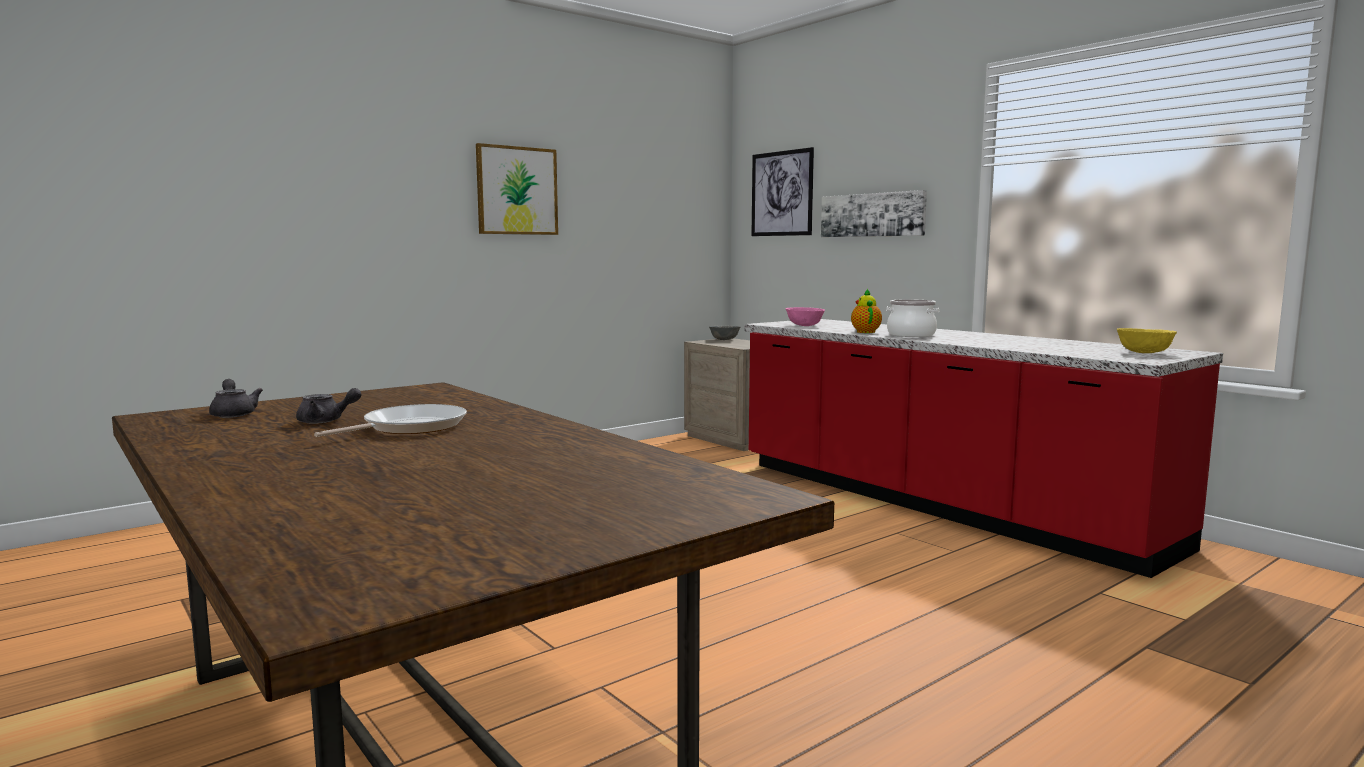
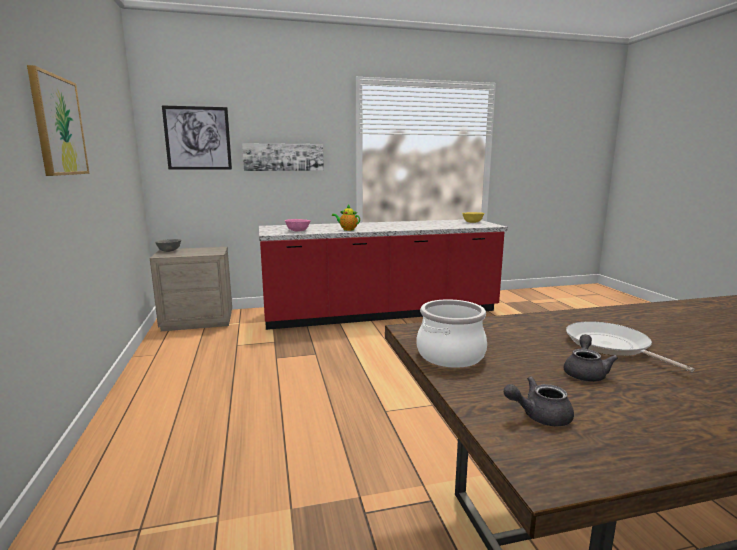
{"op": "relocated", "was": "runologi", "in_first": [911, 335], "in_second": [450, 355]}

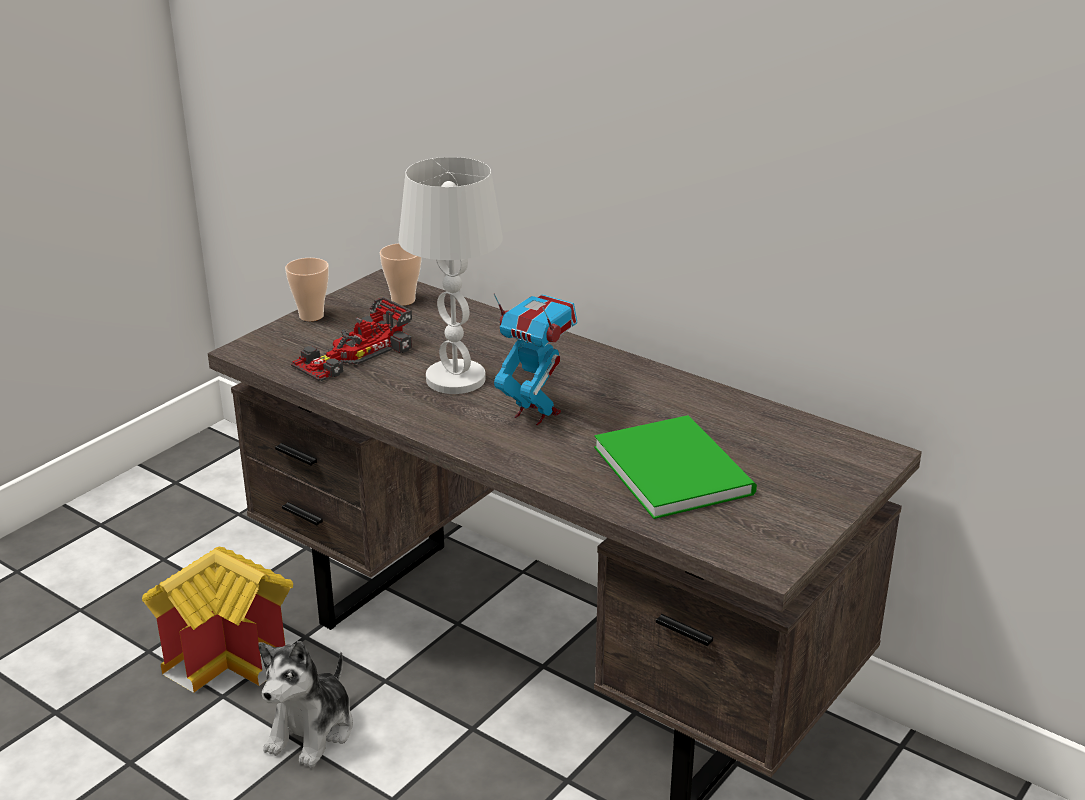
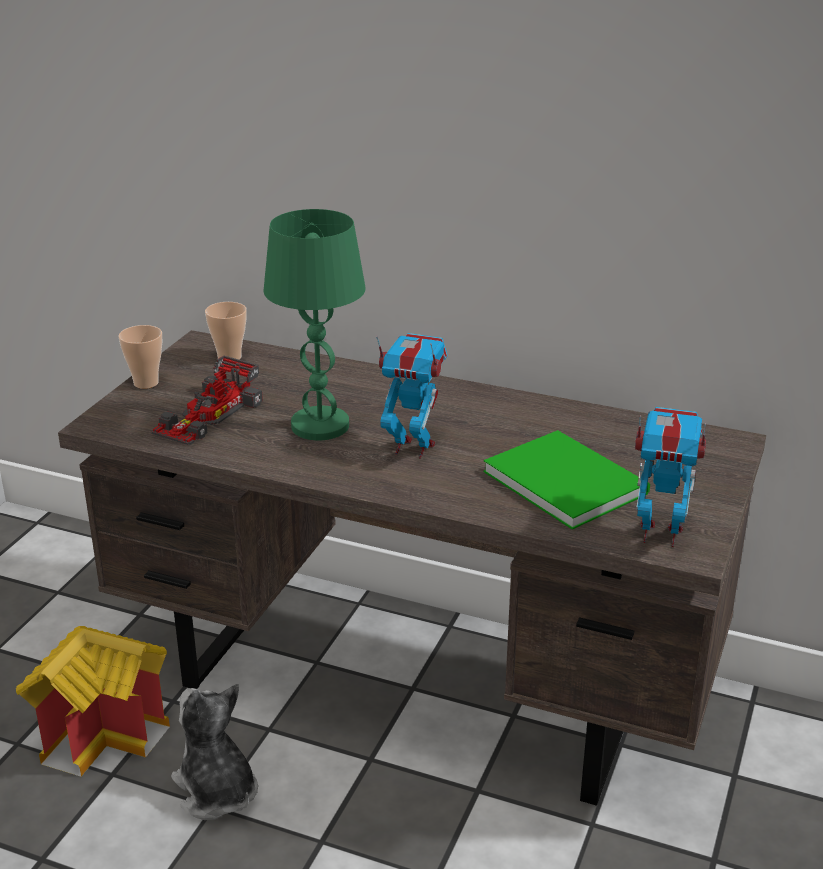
{"op": "colour", "was": "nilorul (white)", "now": "nilorul (green)", "in_first": [455, 379], "in_second": [319, 426]}
{"op": "spun", "was": "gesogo", "in_first": [312, 731], "in_second": [216, 791], "clockwise": 135}
{"op": "appeared", "now": "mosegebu", "in_second": [659, 533]}

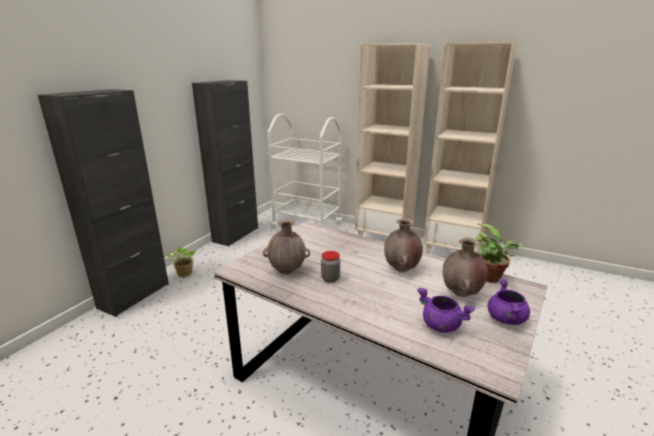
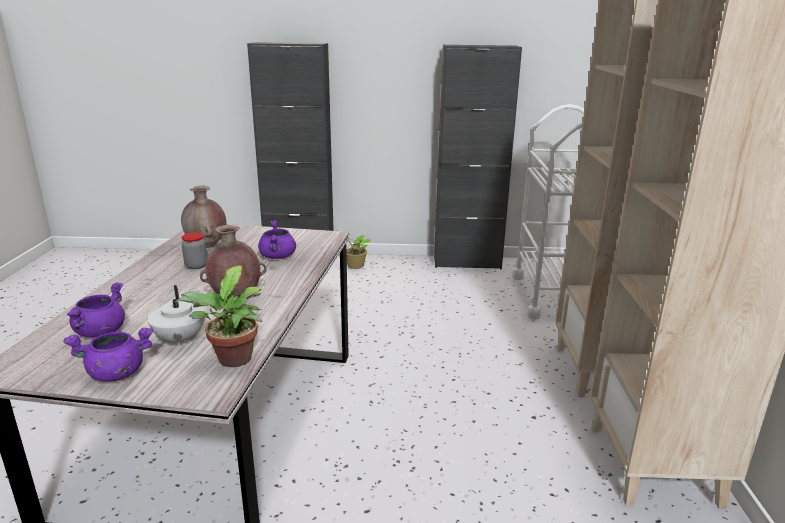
{"op": "exchanged", "was": "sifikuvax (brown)", "now": "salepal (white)", "in_first": [461, 293], "in_second": [179, 340]}
{"op": "appeared", "now": "runologi (purple)", "in_second": [278, 257]}

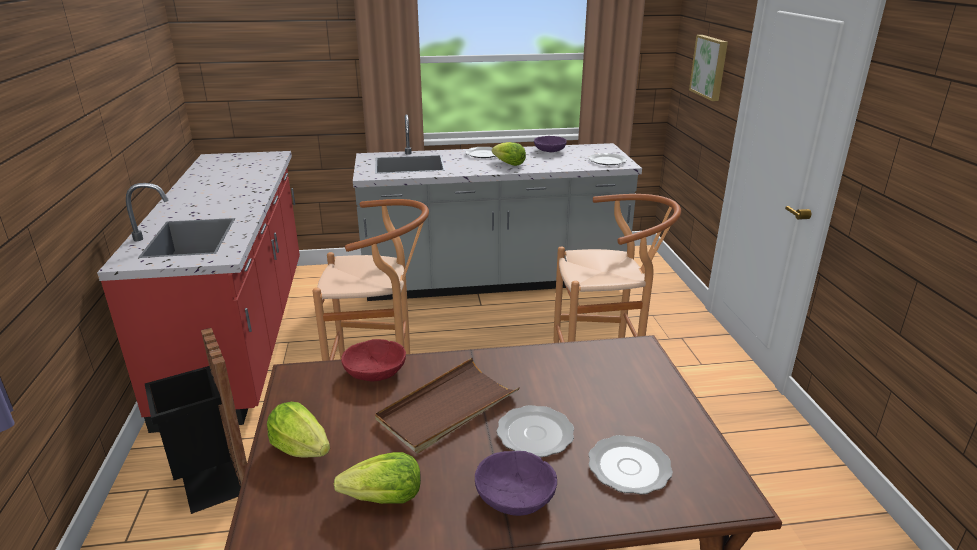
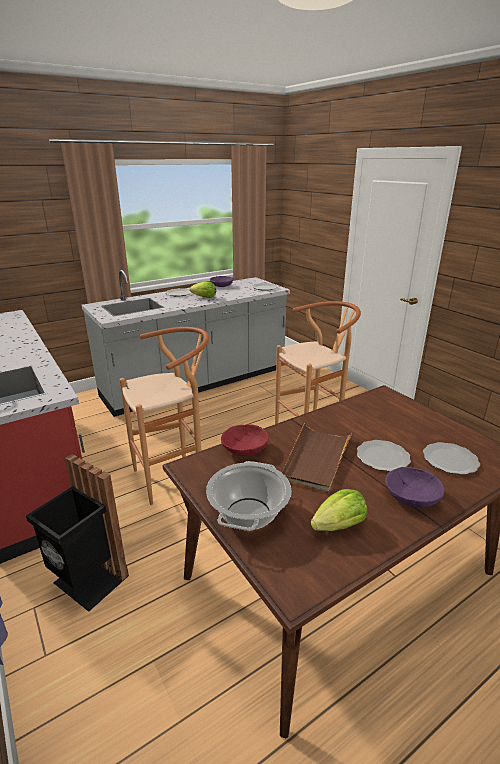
{"op": "missing", "was": "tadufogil", "in_first": [710, 67]}
{"op": "exchanged", "was": "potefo", "now": "runologi", "in_first": [301, 448], "in_second": [248, 513]}

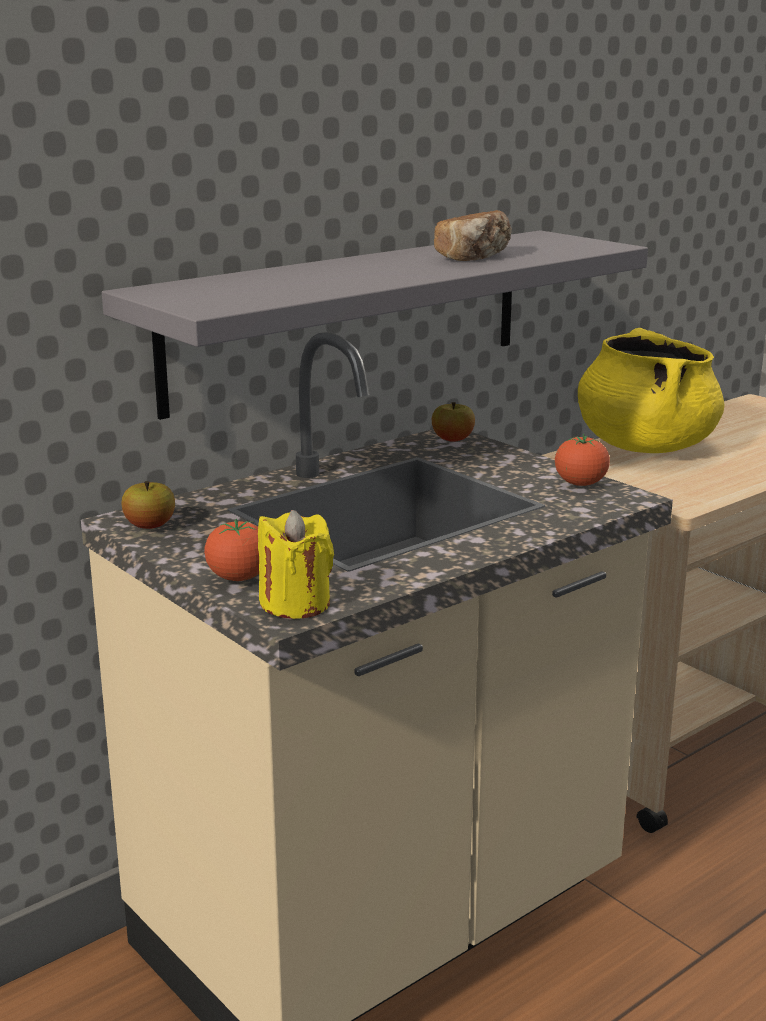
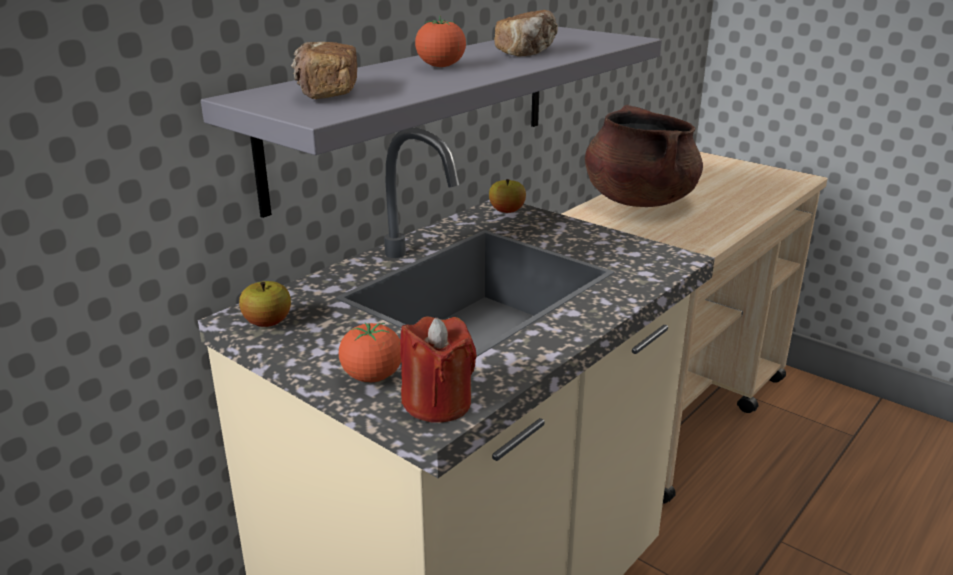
{"op": "colour", "was": "runologi (yellow)", "now": "runologi (brown)", "in_first": [645, 446], "in_second": [638, 200]}
{"op": "relocated", "was": "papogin", "in_first": [580, 484], "in_second": [441, 67]}
{"op": "colour", "was": "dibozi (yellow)", "now": "dibozi (red)", "in_first": [295, 604], "in_second": [437, 403]}
{"op": "appeared", "now": "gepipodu", "in_second": [326, 93]}

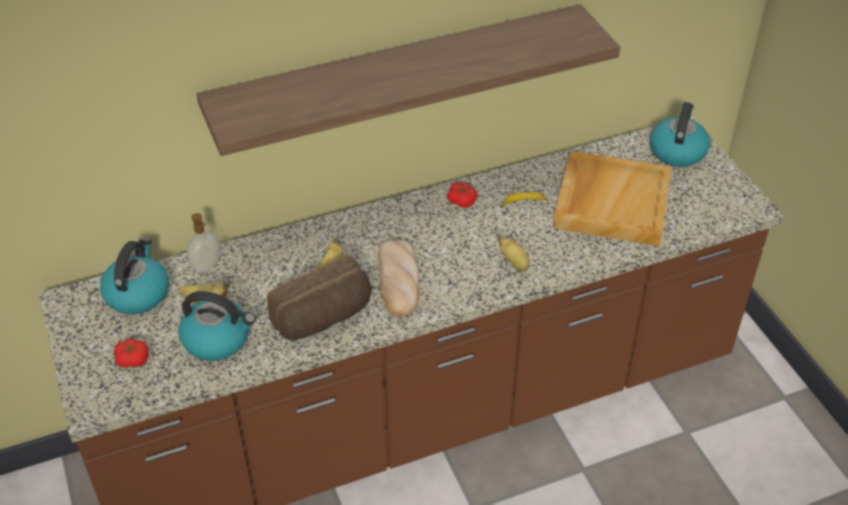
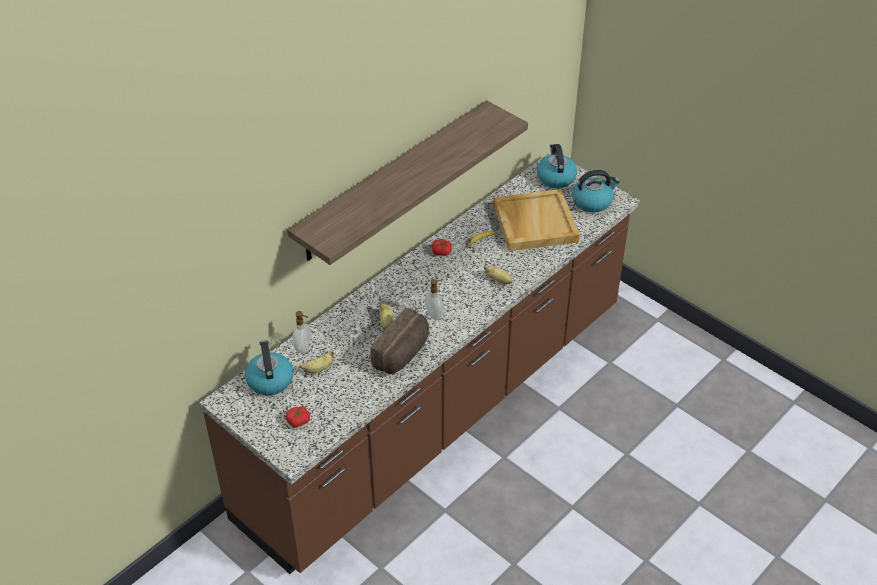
{"op": "exchanged", "was": "gepipodu", "now": "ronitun", "in_first": [399, 280], "in_second": [434, 315]}
{"op": "relocated", "was": "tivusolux", "in_first": [218, 339], "in_second": [592, 201]}

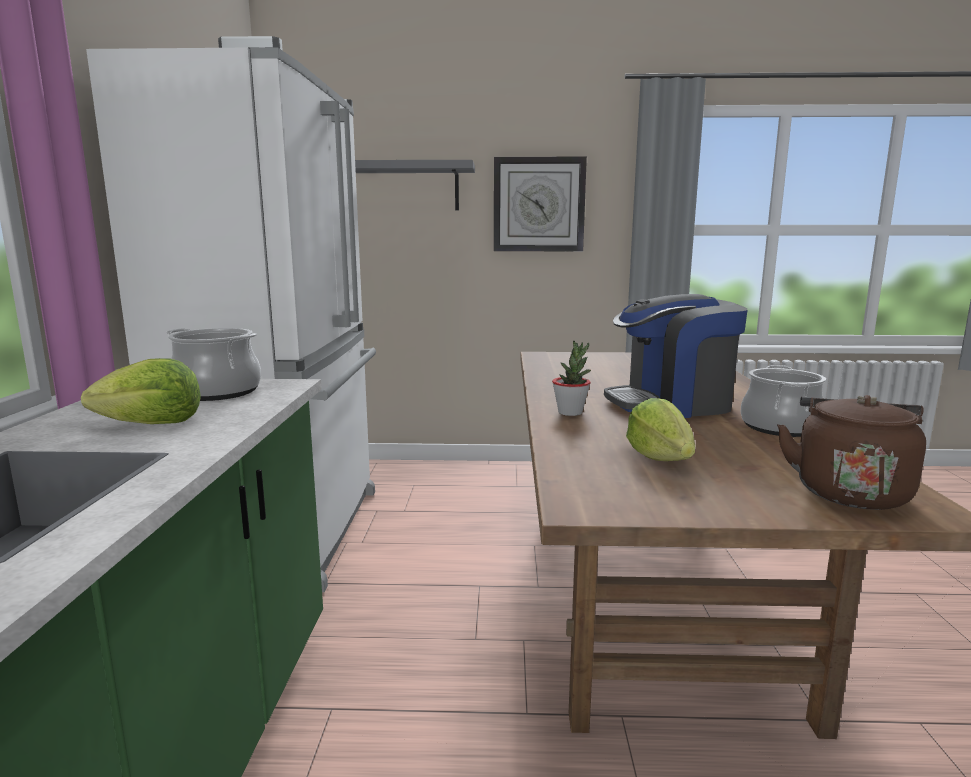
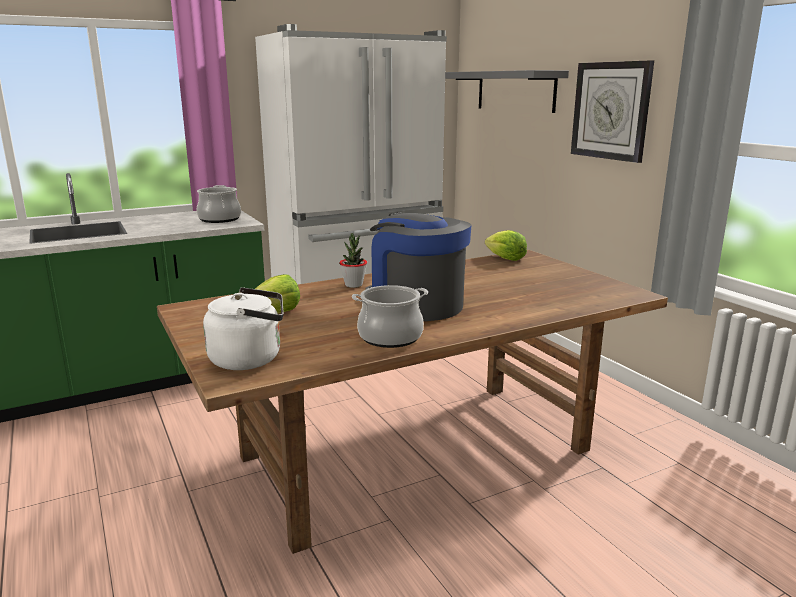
{"op": "relocated", "was": "potefo", "in_first": [152, 424], "in_second": [505, 258]}
{"op": "colour", "was": "tivusolux (brown)", "now": "tivusolux (white)", "in_first": [848, 491], "in_second": [250, 359]}

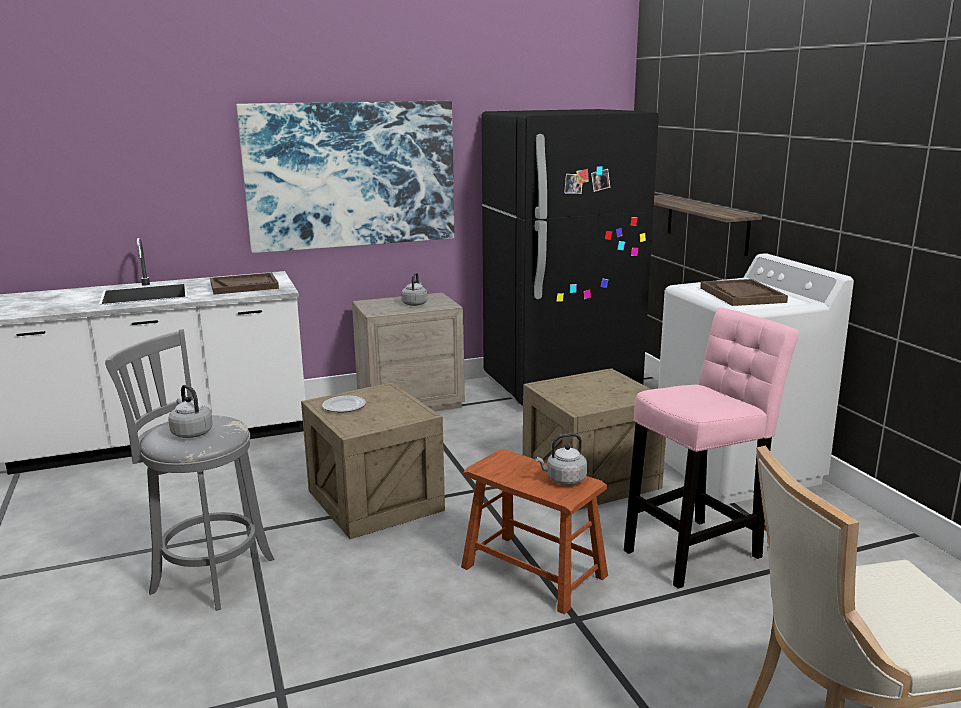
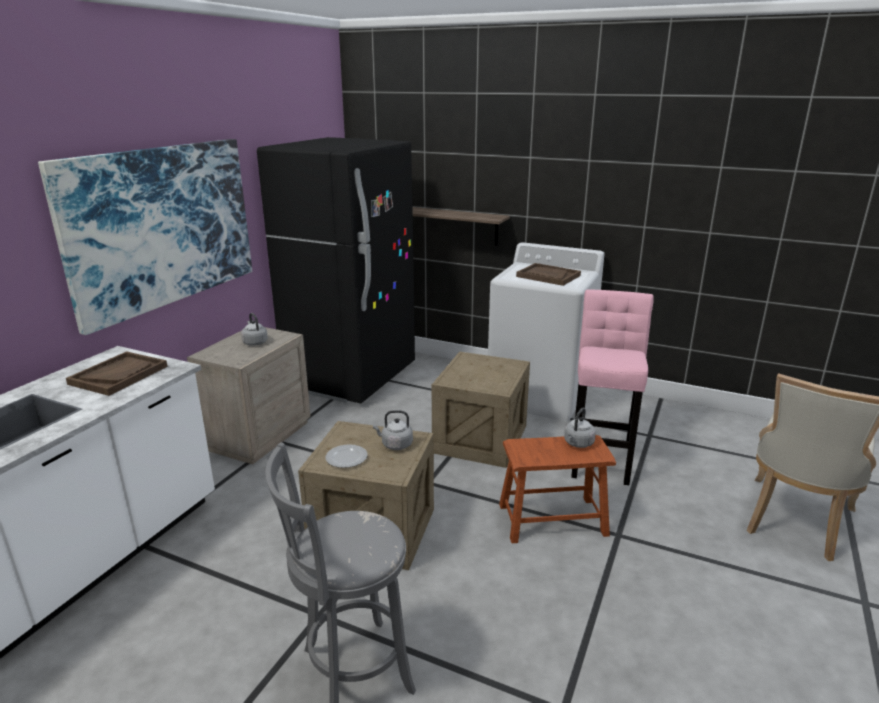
{"op": "relocated", "was": "tivusolux (grey)", "in_first": [191, 432], "in_second": [395, 445]}

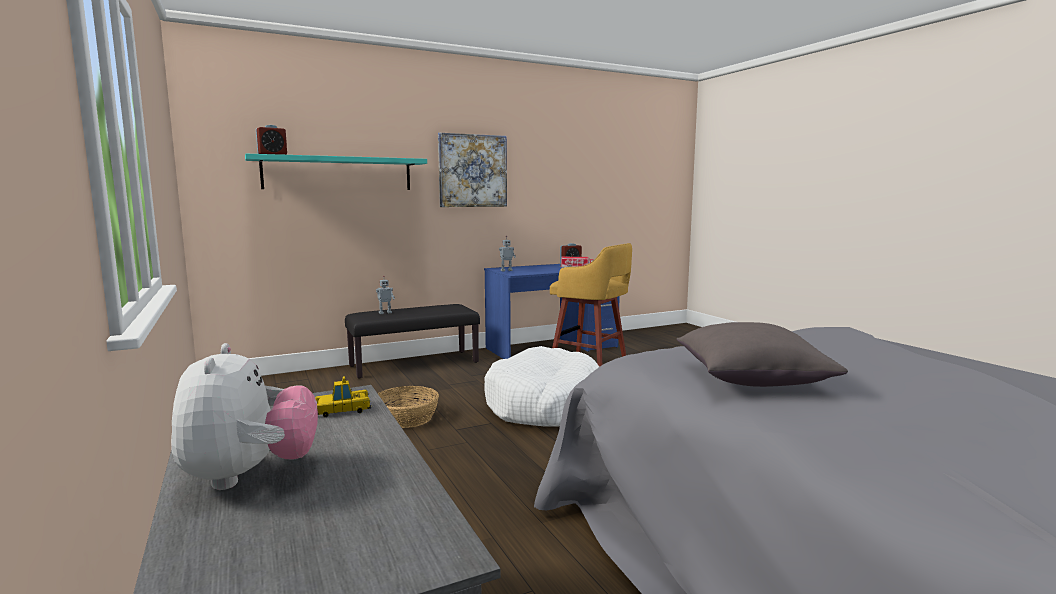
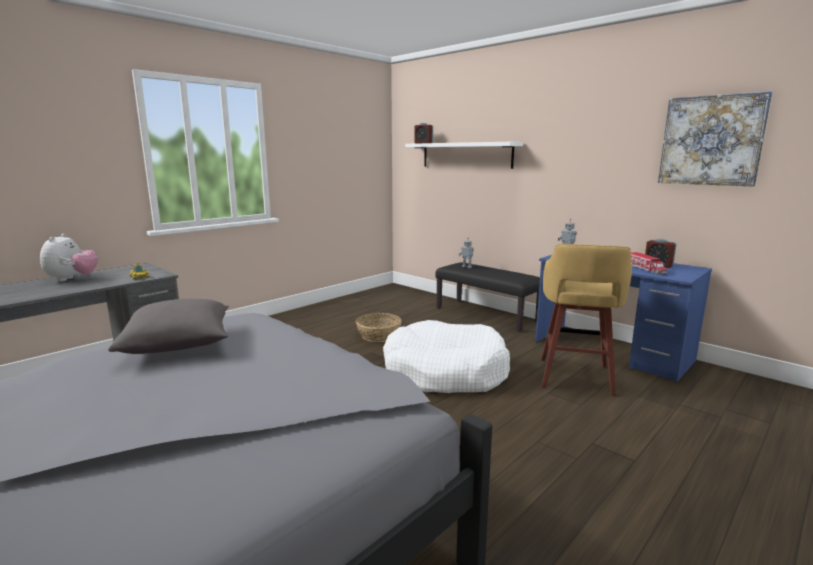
{"op": "relocated", "was": "tadufogil", "in_first": [472, 171], "in_second": [711, 140]}
{"op": "colour", "was": "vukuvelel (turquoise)", "now": "vukuvelel (white)", "in_first": [338, 173], "in_second": [466, 155]}
{"op": "spun", "was": "gesogo", "in_first": [249, 475], "in_second": [72, 279], "clockwise": -60}

